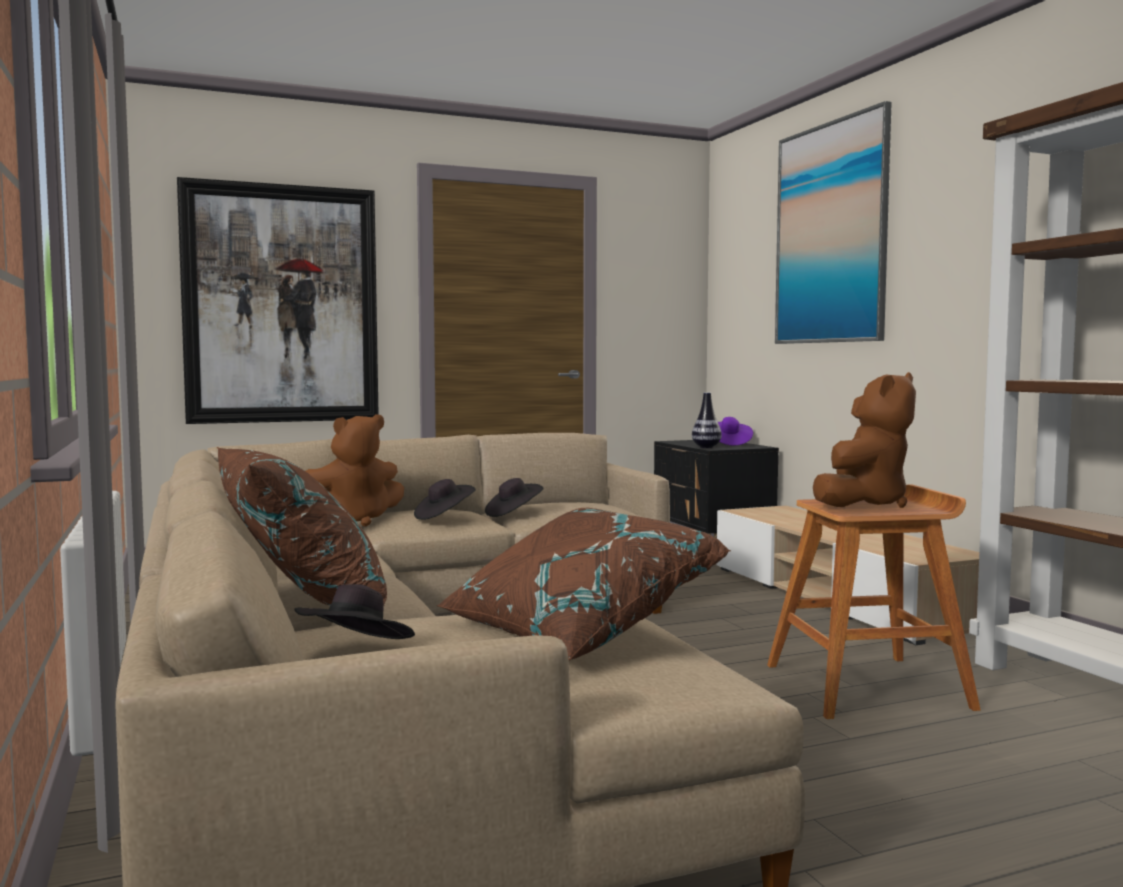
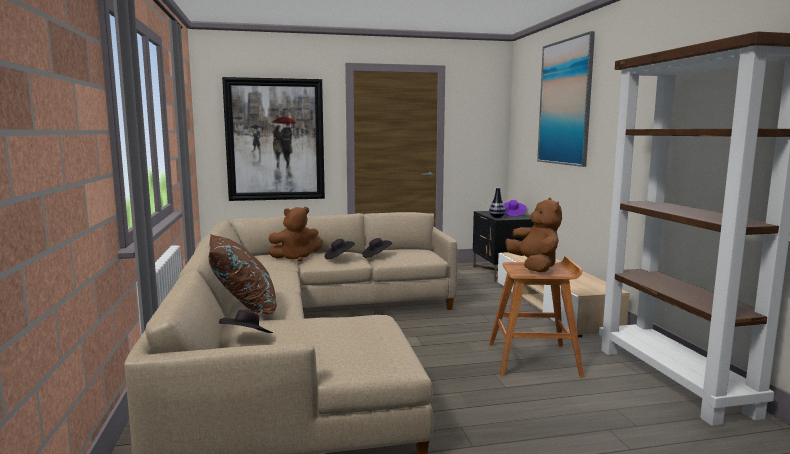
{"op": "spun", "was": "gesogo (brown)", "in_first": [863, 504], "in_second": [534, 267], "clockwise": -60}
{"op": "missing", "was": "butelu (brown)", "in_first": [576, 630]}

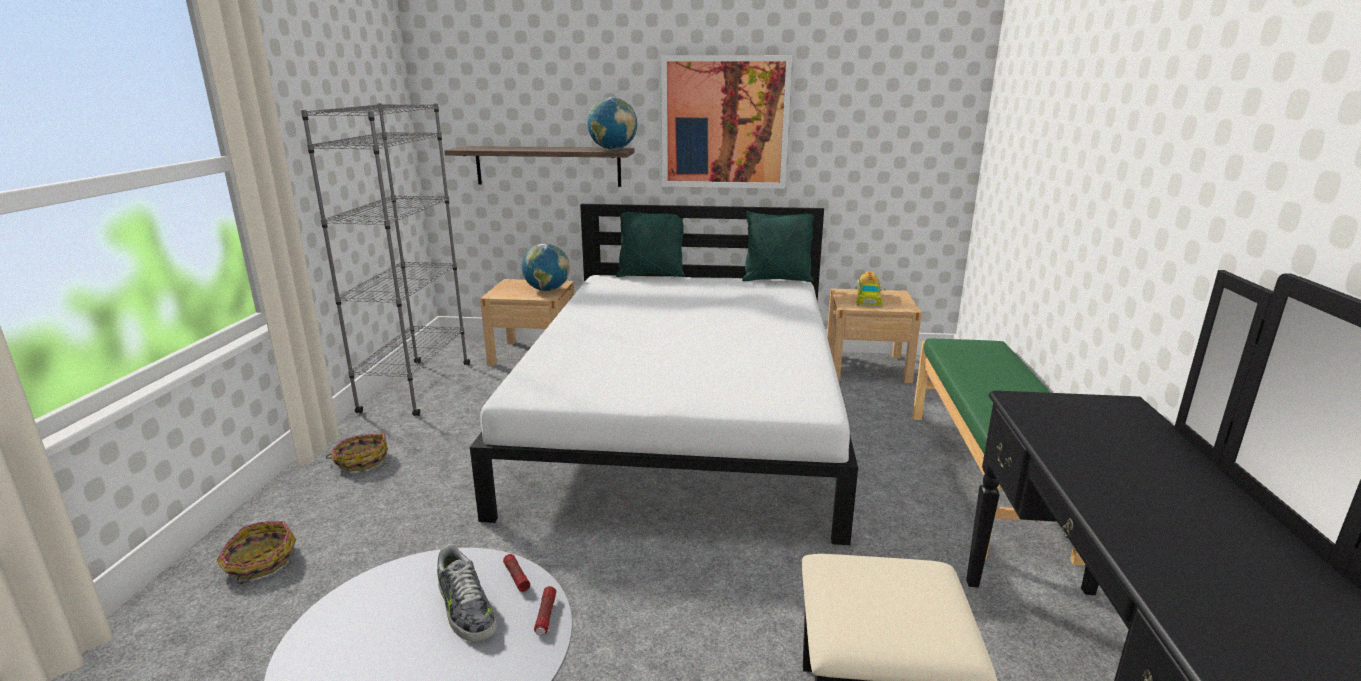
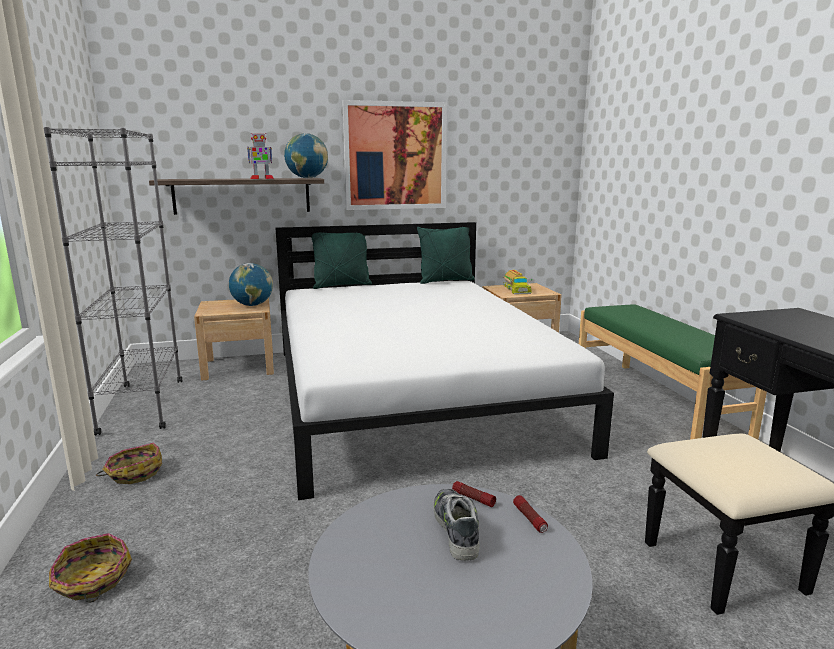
{"op": "spun", "was": "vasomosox", "in_first": [465, 608], "in_second": [456, 529], "clockwise": -135}
{"op": "appeared", "now": "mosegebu", "in_second": [261, 178]}

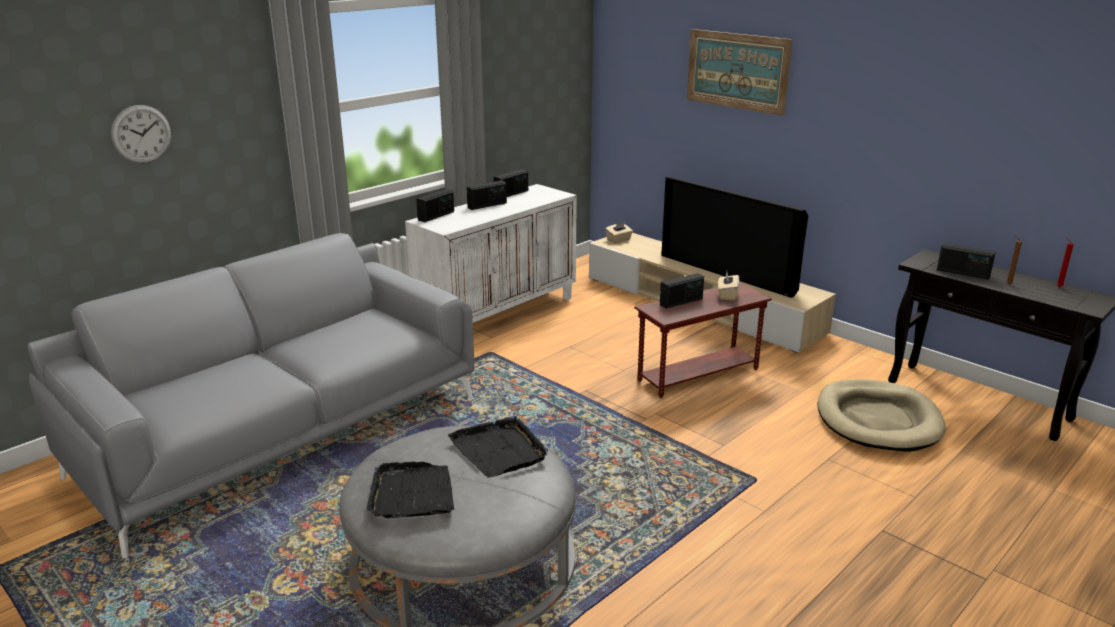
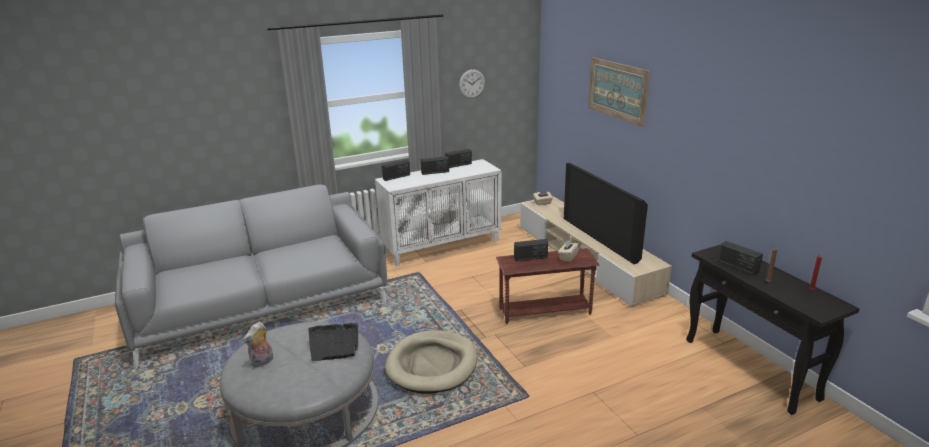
{"op": "relocated", "was": "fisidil", "in_first": [141, 134], "in_second": [472, 84]}
{"op": "relocated", "was": "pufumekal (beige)", "in_first": [878, 420], "in_second": [432, 365]}
{"op": "exchanged", "was": "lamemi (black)", "now": "gesogo", "in_first": [412, 494], "in_second": [262, 362]}

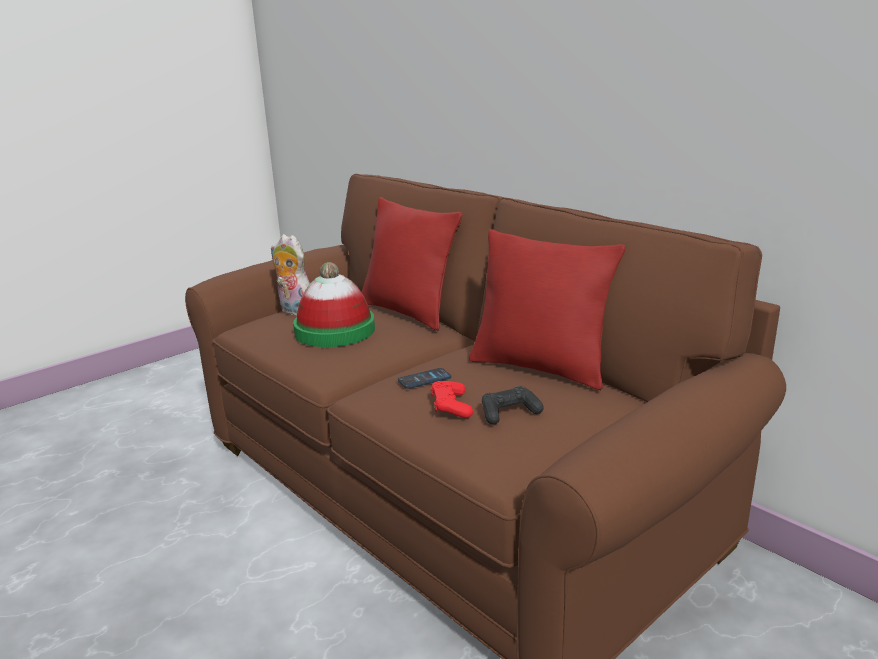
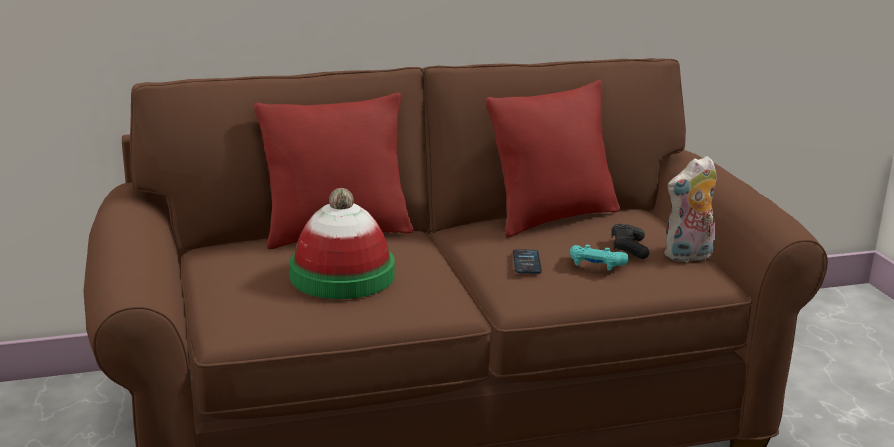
{"op": "relocated", "was": "gesogo", "in_first": [294, 311], "in_second": [688, 257]}
{"op": "colour", "was": "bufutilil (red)", "now": "bufutilil (turquoise)", "in_first": [451, 407], "in_second": [596, 265]}

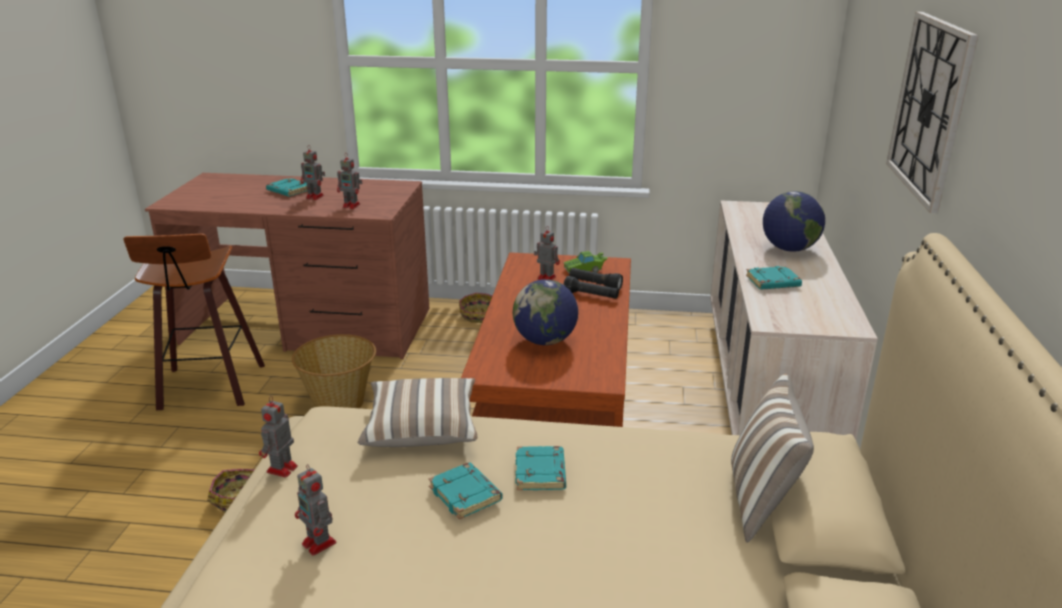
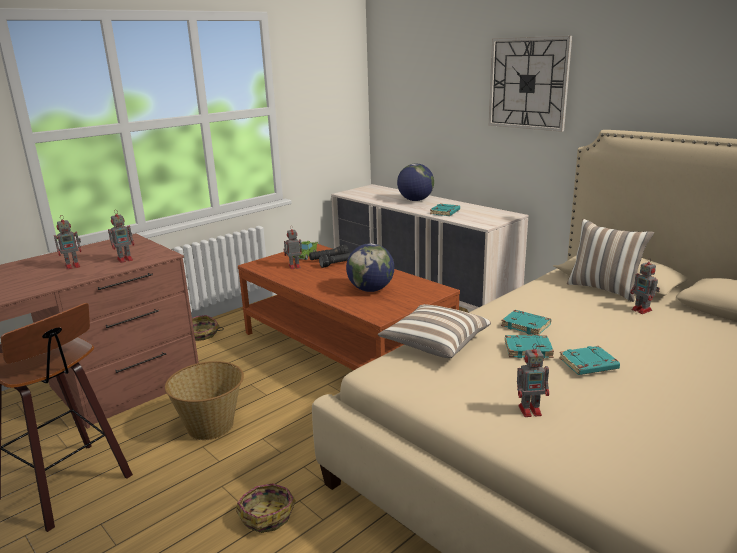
{"op": "relocated", "was": "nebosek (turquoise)", "in_first": [288, 191], "in_second": [588, 365]}
{"op": "relocated", "was": "mosegebu", "in_first": [281, 470], "in_second": [642, 310]}

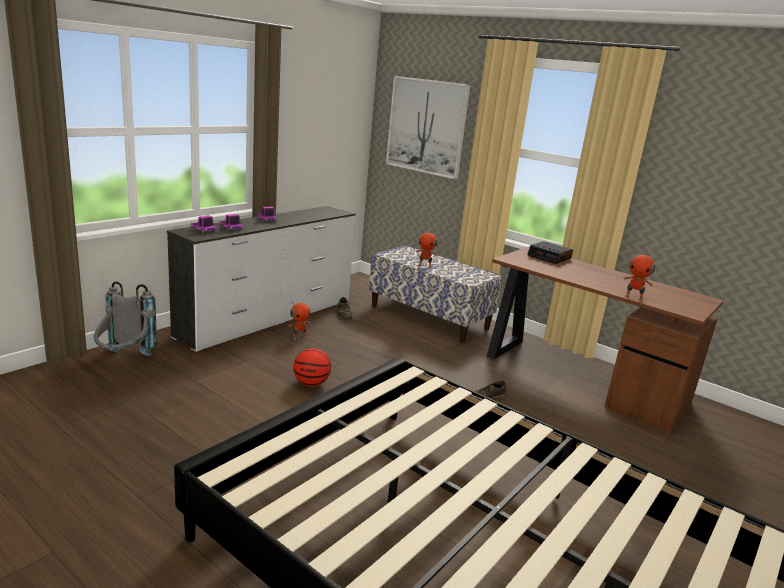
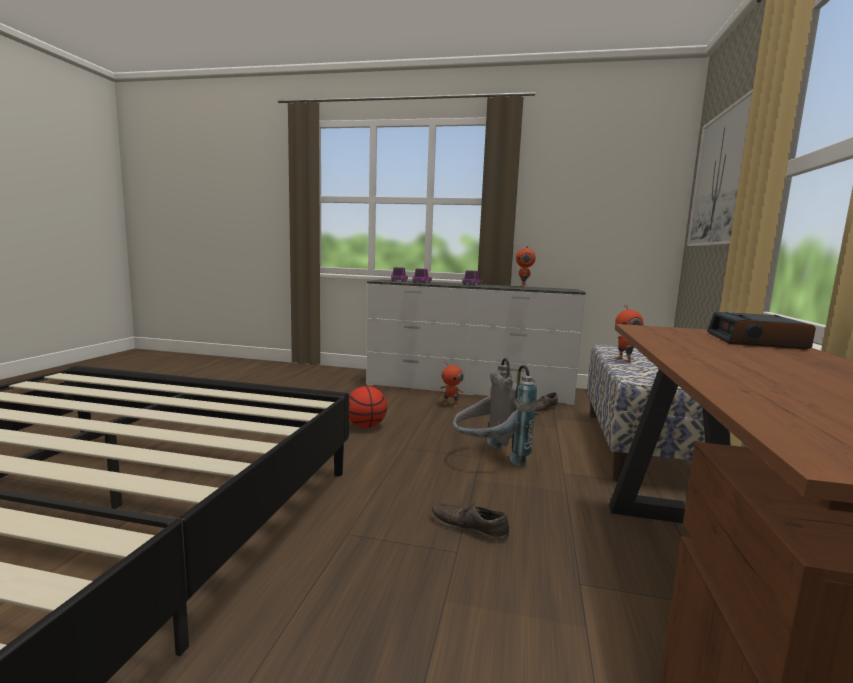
{"op": "relocated", "was": "mosegebu", "in_first": [634, 298], "in_second": [523, 286]}
{"op": "relocated", "was": "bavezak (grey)", "in_first": [125, 360], "in_second": [488, 459]}

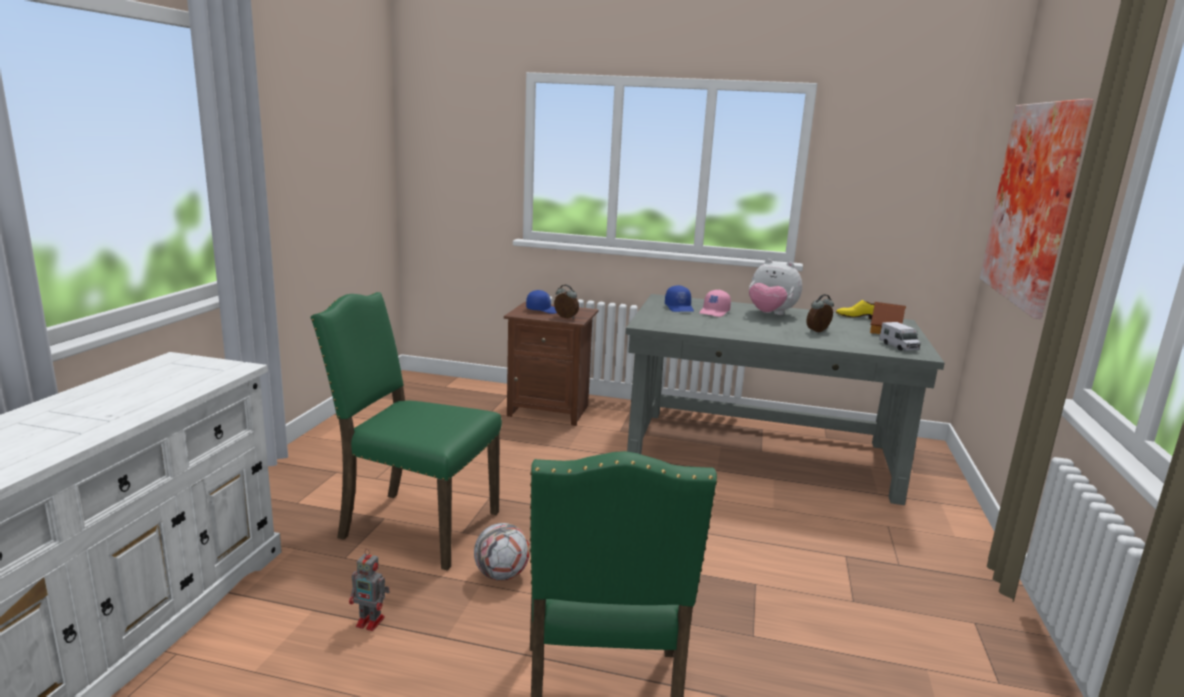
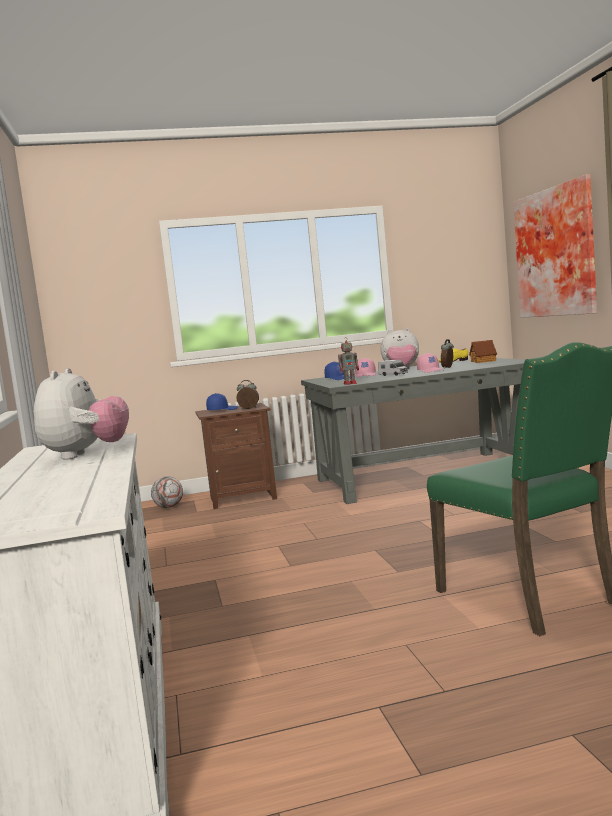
{"op": "missing", "was": "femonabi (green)", "in_first": [415, 526]}
{"op": "relocated", "was": "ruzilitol", "in_first": [898, 346], "in_second": [393, 375]}
{"op": "relocated", "was": "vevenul", "in_first": [502, 575], "in_second": [169, 507]}
{"op": "relocated", "was": "mosegebu", "in_first": [371, 622], "in_second": [351, 383]}
{"op": "appeared", "now": "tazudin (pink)", "in_second": [431, 371]}
{"op": "appeared", "now": "gesogo", "in_second": [85, 455]}

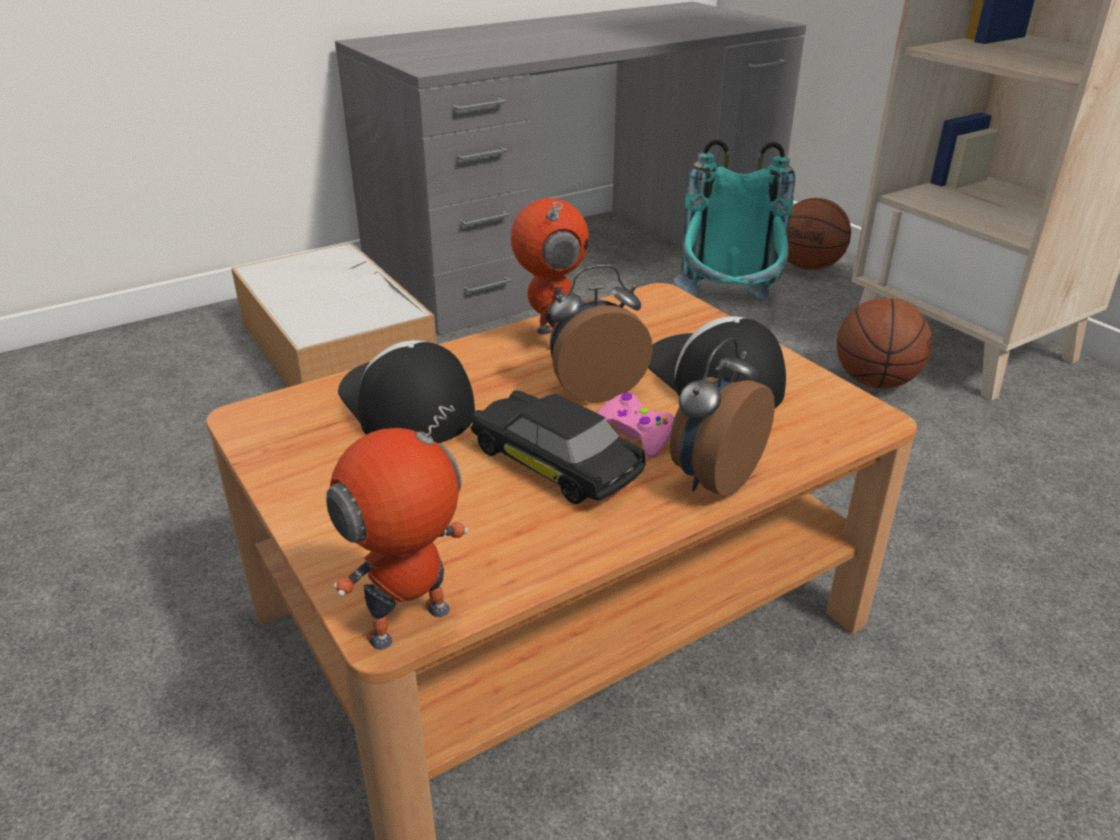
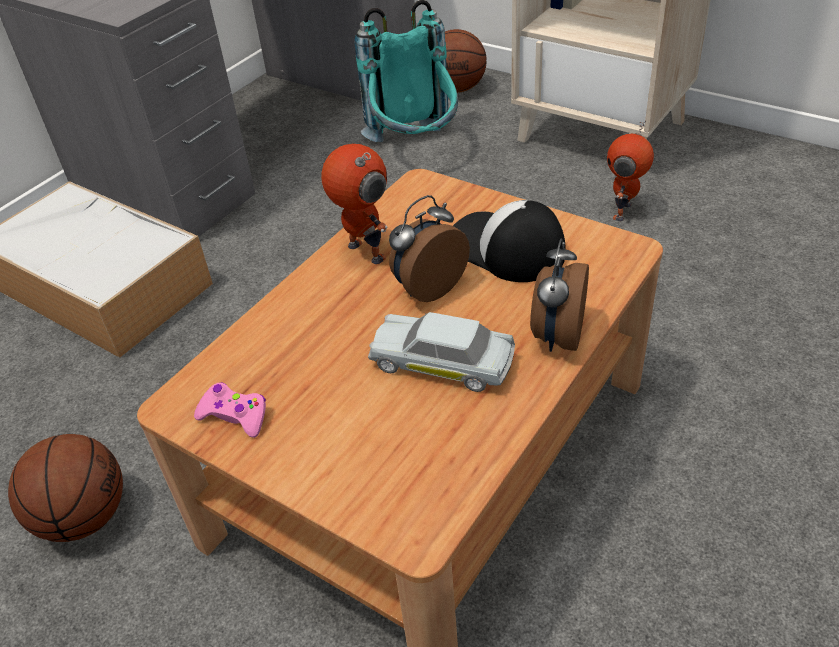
{"op": "relocated", "was": "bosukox", "in_first": [874, 381], "in_second": [84, 516]}
{"op": "missing", "was": "tazudin", "in_first": [405, 403]}
{"op": "colour", "was": "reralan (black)", "now": "reralan (white)", "in_first": [555, 464], "in_second": [442, 363]}
{"op": "relocated", "was": "bufutilil (pink)", "in_first": [635, 433], "in_second": [235, 415]}
{"op": "relocated", "was": "mosegebu", "in_first": [411, 626], "in_second": [624, 212]}

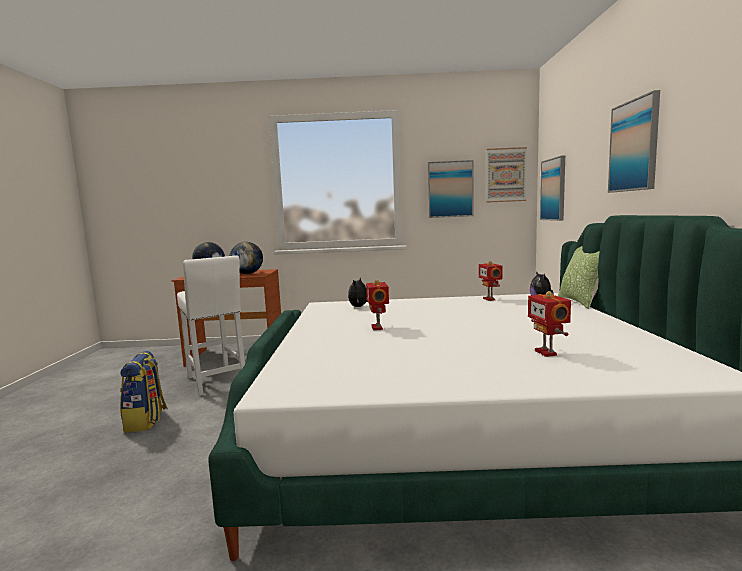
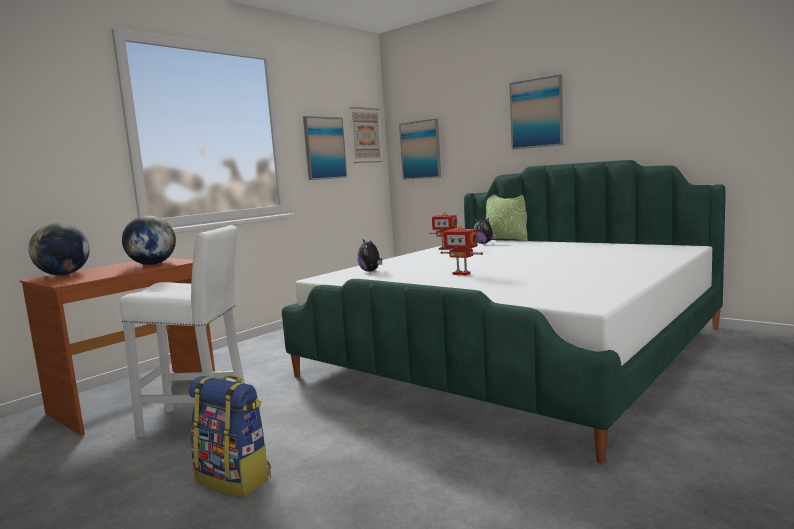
{"op": "missing", "was": "mosegebu", "in_first": [547, 353]}

